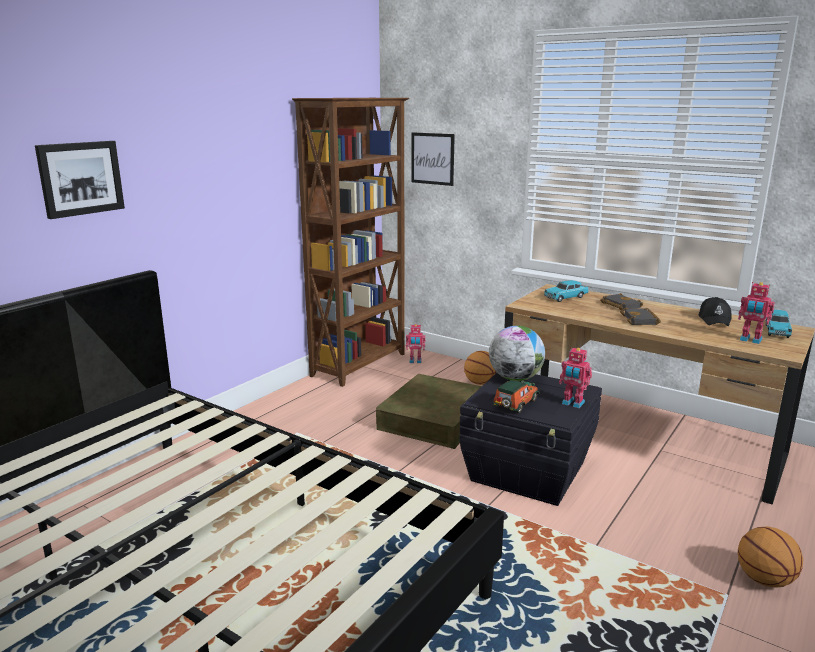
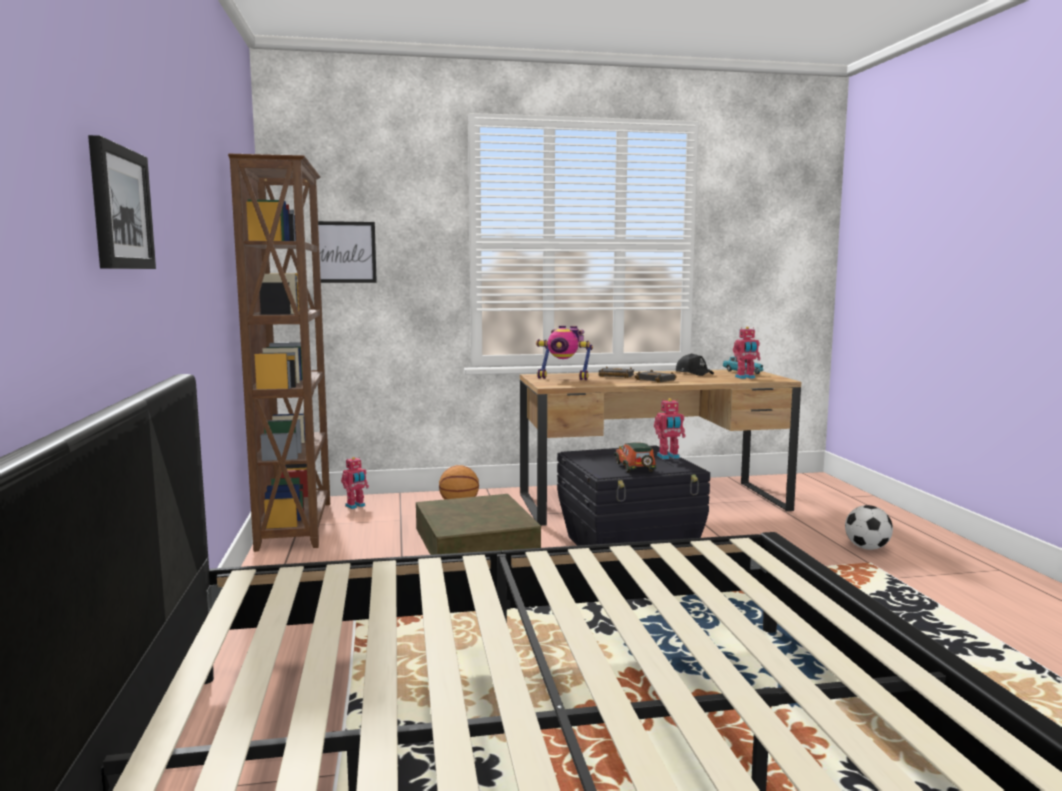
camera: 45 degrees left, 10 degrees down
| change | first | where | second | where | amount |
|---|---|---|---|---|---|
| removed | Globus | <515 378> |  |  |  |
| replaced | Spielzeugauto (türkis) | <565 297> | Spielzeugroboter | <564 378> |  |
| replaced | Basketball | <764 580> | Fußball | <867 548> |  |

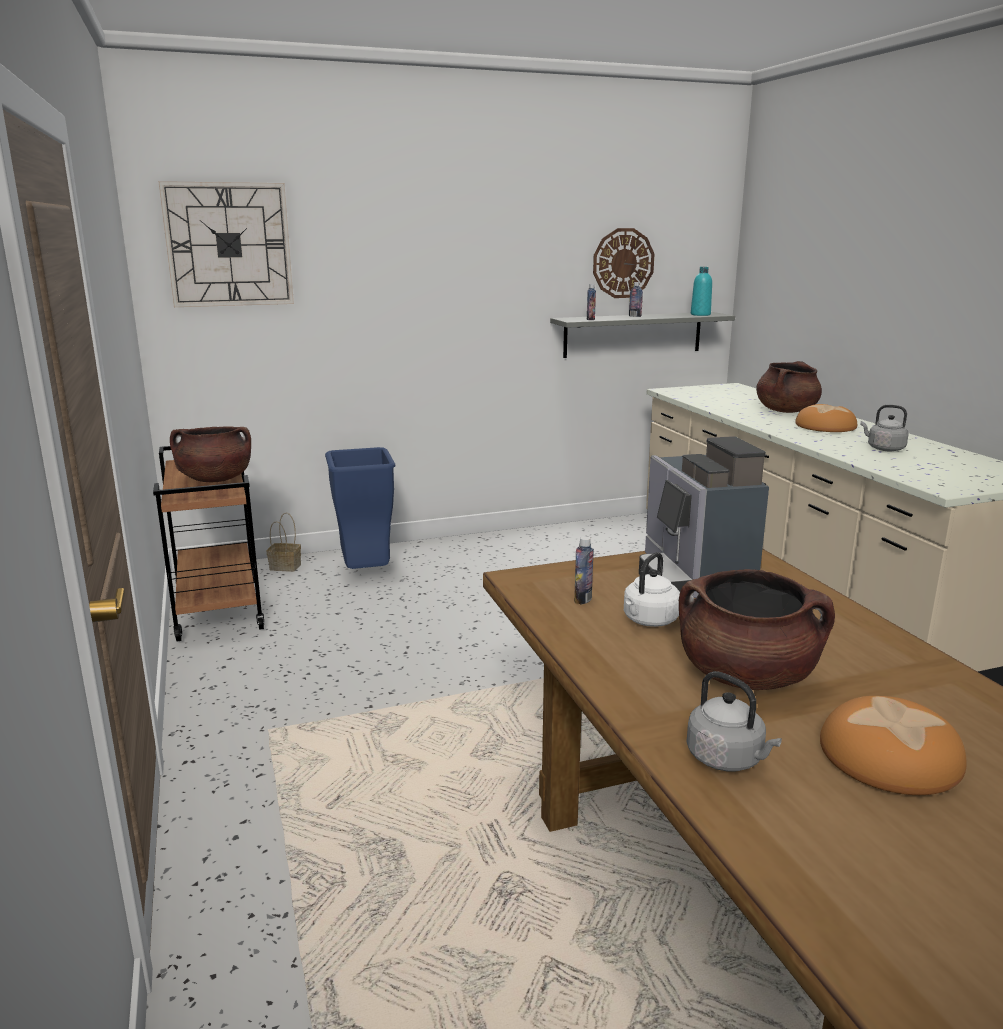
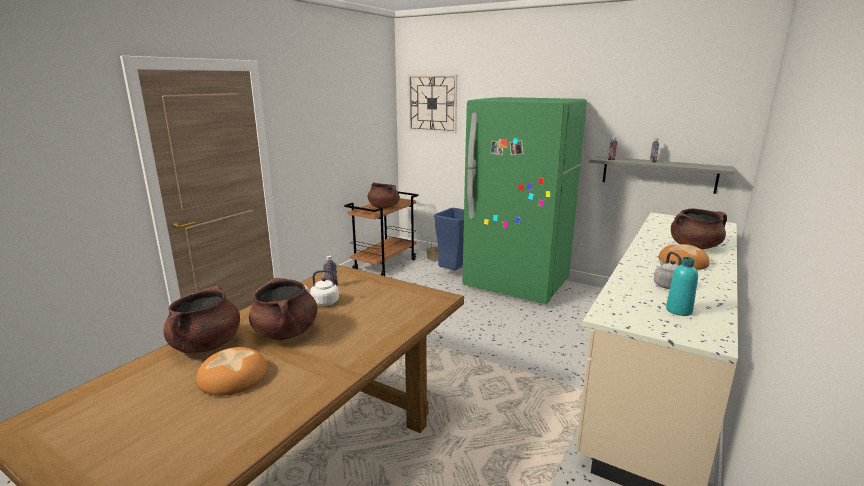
camera: 50 degrees right, 0 degrees up
| change | first | where | second | where | amount |
|---|---|---|---|---|---|
| removed | Wanduhr | <623 263> |  |  |  |
| removed | Kaffeemaschine | <692 578> |  |  |  |
| replaced | Wasserkessel (grau) | <728 759> | Kochtopf (braun) | <206 345> |  |
| moved | Flasche (türkis) | <700 314> |  | <678 310> |  |
| added |  |  | Kühlschrank (grün) | <516 285> |  |

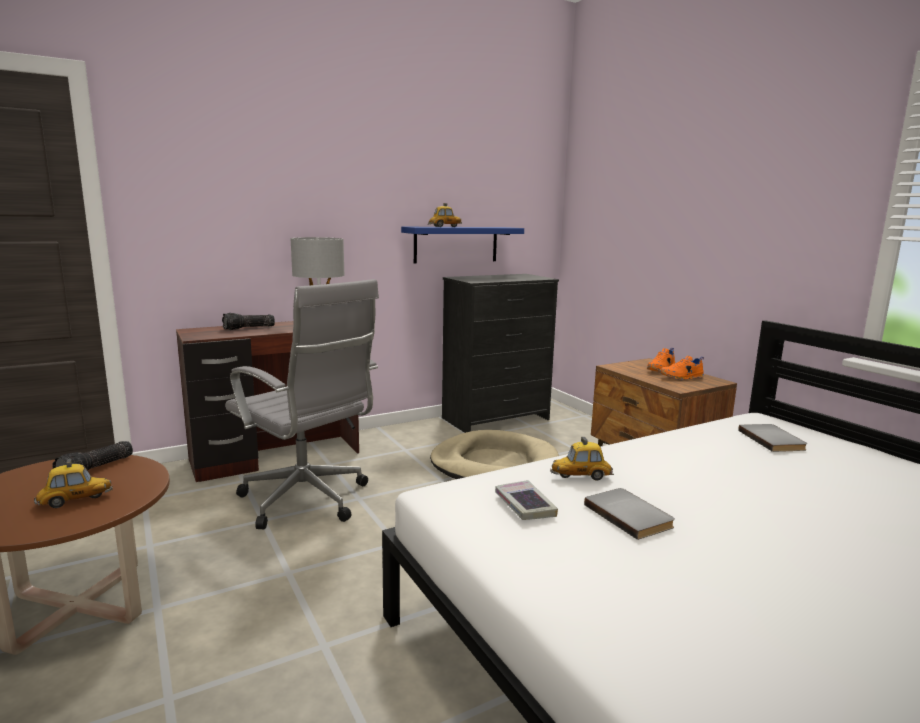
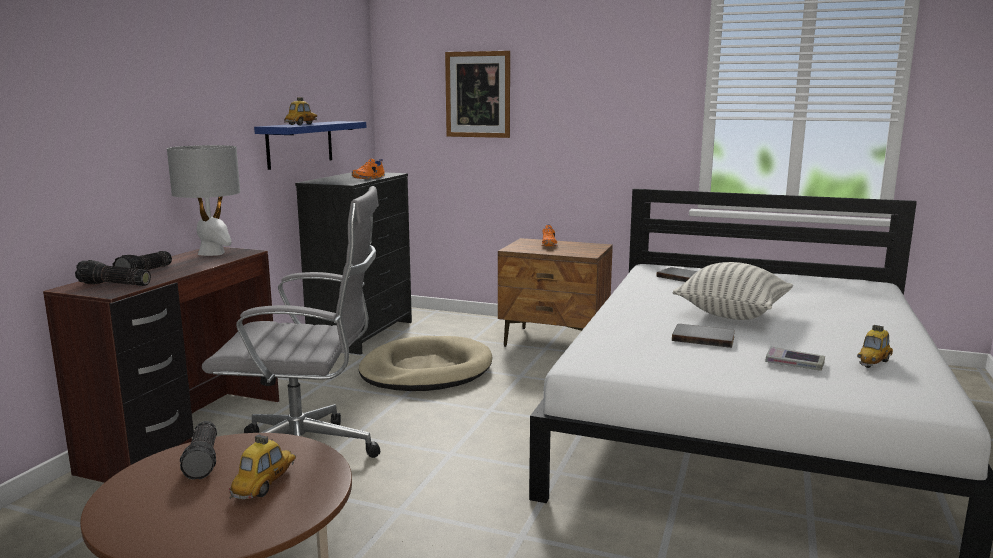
camera: 40 degrees left, 0 degrees up
| change | first | where | second | where | amount |
|---|---|---|---|---|---|
| moved | Buch | <525 505> |  | <794 364> |  |
| moved | Spielzeugauto | <581 476> |  | <873 363> |  |
| moved | Schuh (orange) | <682 377> |  | <369 178> |  |
| added |  |  | Taschenlampe | <113 285> |  |
| added |  |  | Bild | <478 94> |  |
| added |  |  | Kissen | <732 314> |  |

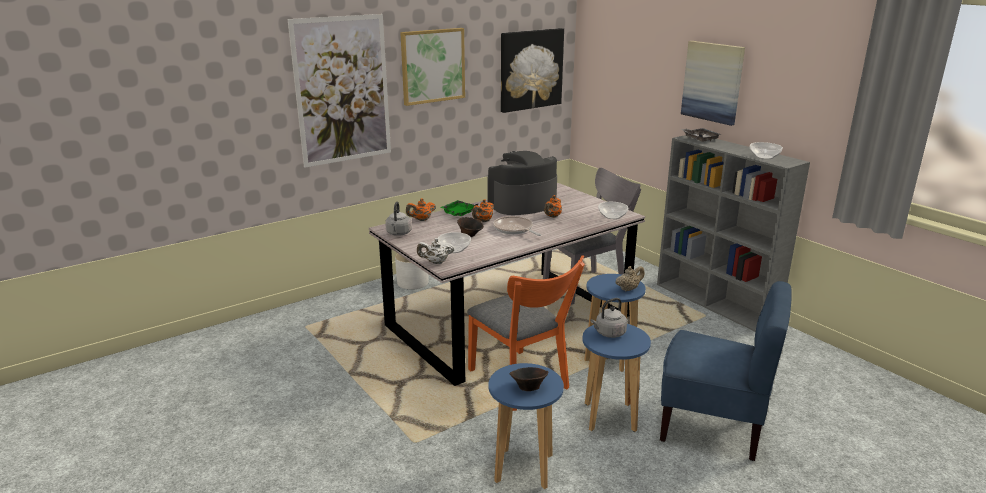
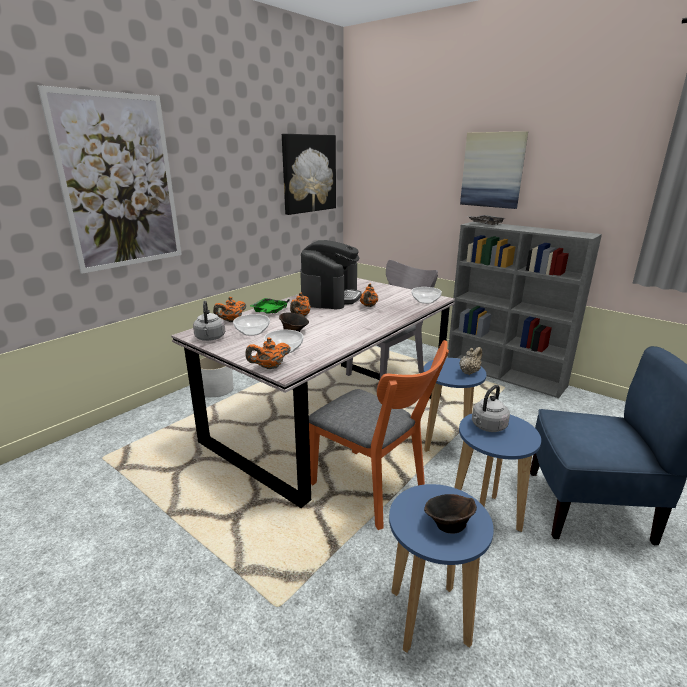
camera: 15 degrees left, 0 degrees up
| change | first | where | second | where | amount |
|---|---|---|---|---|---|
| removed | Bild | <432 66> |  |  |  |
| recoloured | Teekanne (weiß) | <436 262> | Teekanne (orange) | <269 367> |  |
| turned | Kaffeemaschine | <522 204> |  | <330 297> | 150 degrees clockwise |
| removed | Pfanne | <514 229> |  |  |  |
| moved | Schüssel | <764 157> |  | <253 332> |  |

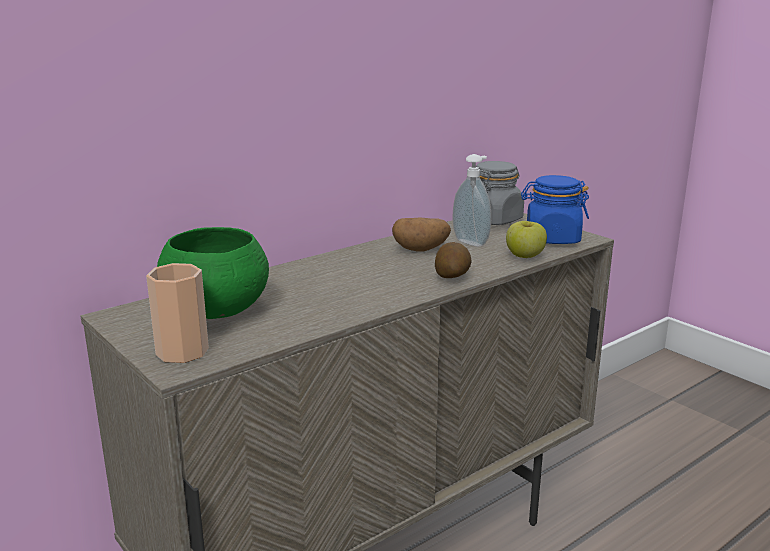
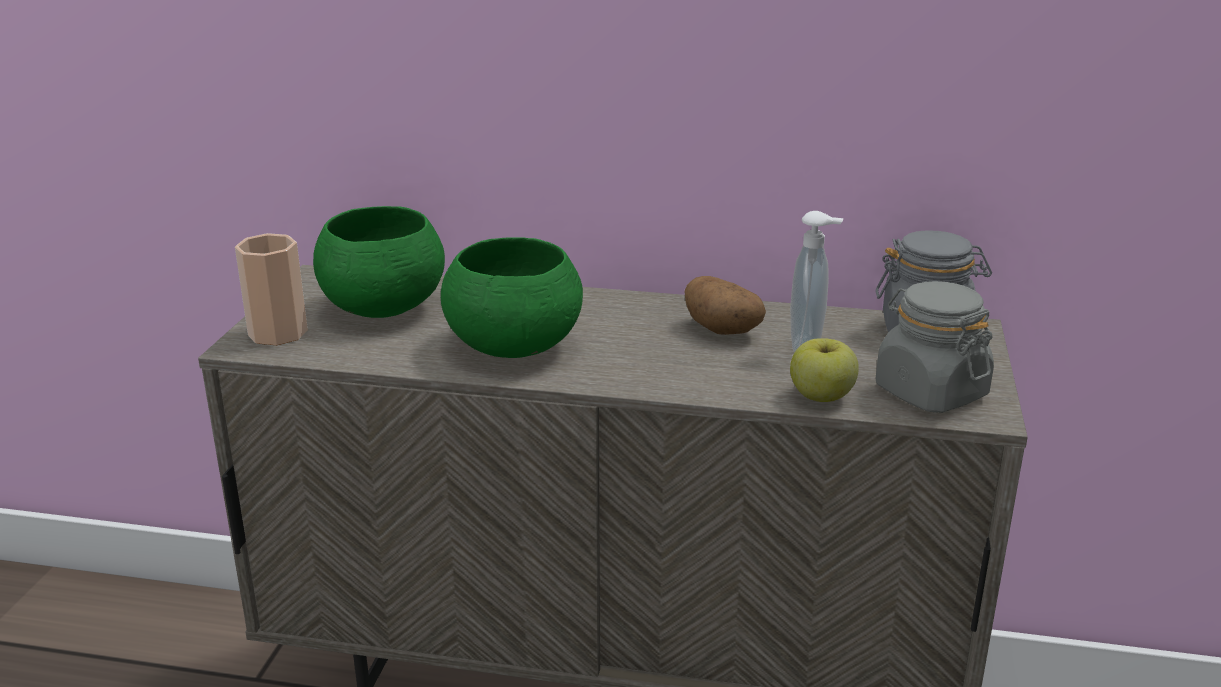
camera: 50 degrees right, 5 degrees up
| change | first | where | second | where | amount |
|---|---|---|---|---|---|
| removed | Kartoffel | <452 276> |  |  |  |
| recoloured | Vorratsglas (blau) | <552 238> | Vorratsglas (grau) | <930 392> |  |
| added |  |  | Schüssel (grün) | <513 347> |  |

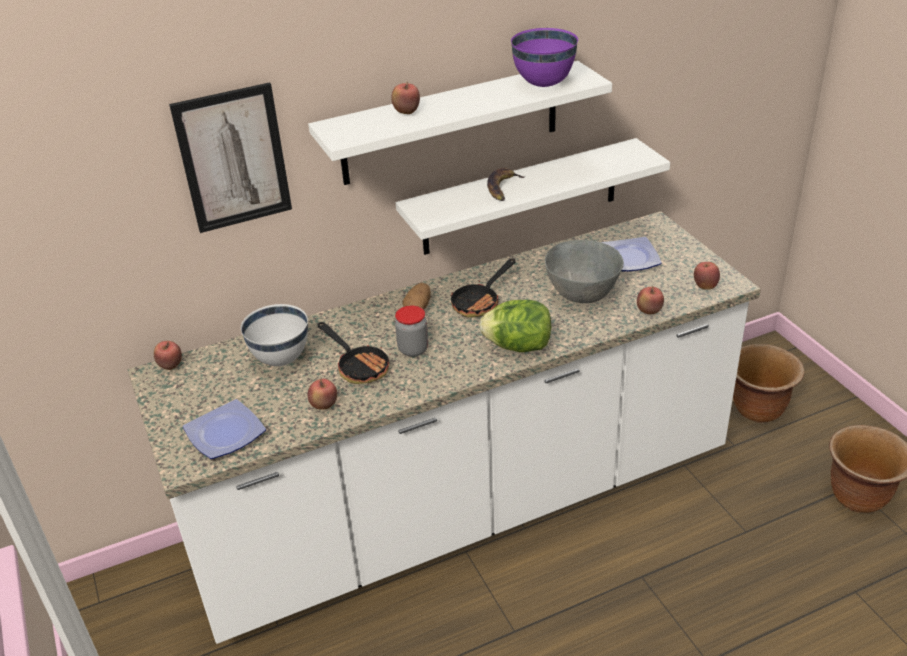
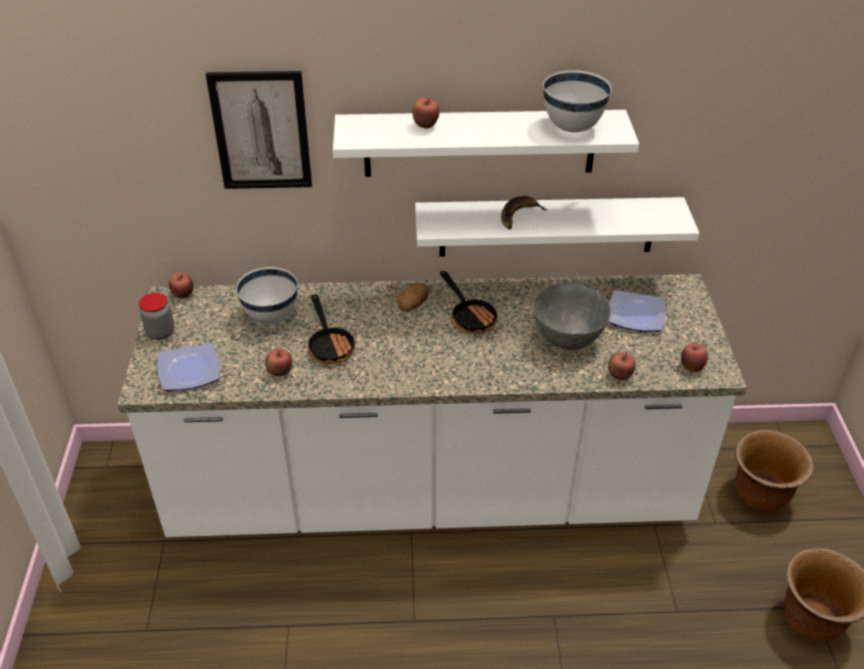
camera: 20 degrees right, 5 degrees up
| change | first | where | second | where | amount |
|---|---|---|---|---|---|
| moved | Vorratsglas | <413 349> |  | <160 333> |  |
| turned | Pfanne | <480 302> |  | <470 316> | 90 degrees counterclockwise |
| removed | Salatkopf | <518 346> |  |  |  |
| recoloured | Schüssel (lila) | <543 84> | Schüssel (weiß) | <572 128> |  |

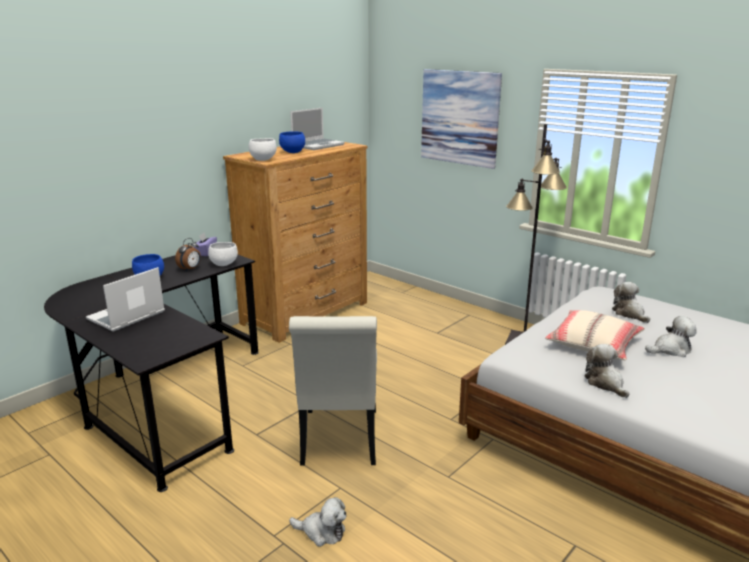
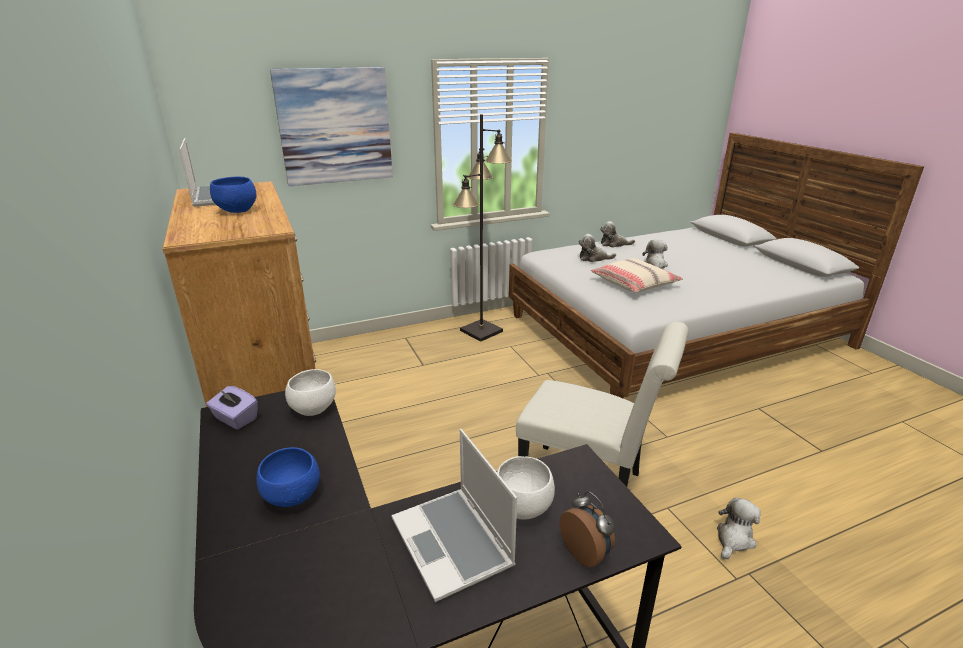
camera: 65 degrees left, 5 degrees up
| change | first | where | second | where | amount |
|---|---|---|---|---|---|
| moved | Wecker | <190 269> |  | <586 553> |  |
| moved | Schüssel (weiß) | <263 159> |  | <521 508> |  |
| moved | Plüschtier | <605 383> |  | <614 244> |  |

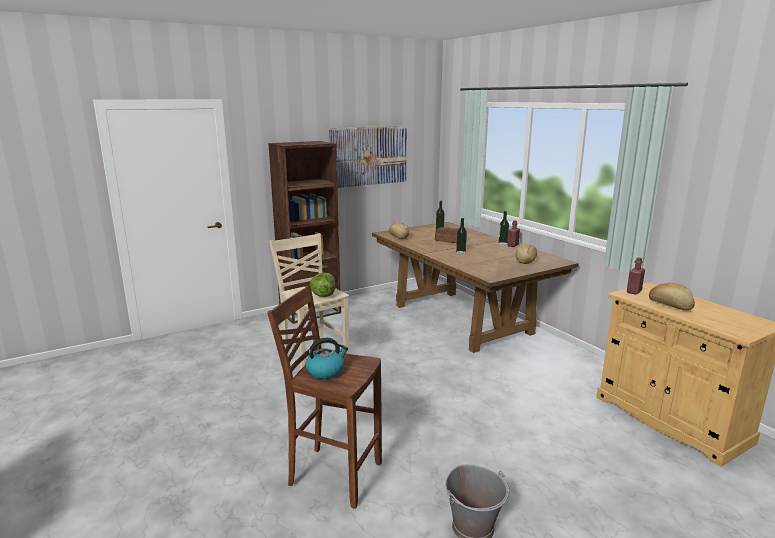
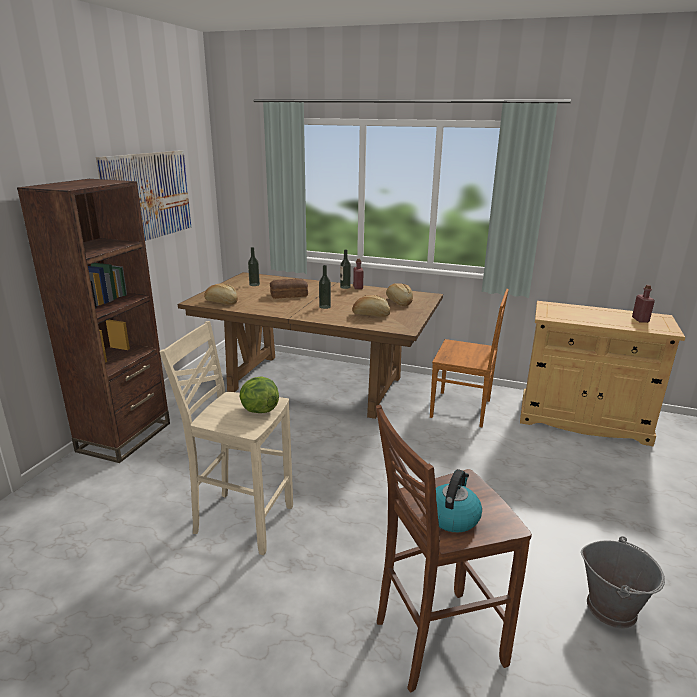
camera: 40 degrees left, 5 degrees up
| change | first | where | second | where | amount |
|---|---|---|---|---|---|
| moved | Flasche (rot) | <634 291> |  | <640 320> |  |
| moved | Brot | <670 305> |  | <371 315> |  |
| added |  |  | Stuhl (braun) | <462 409> |  |

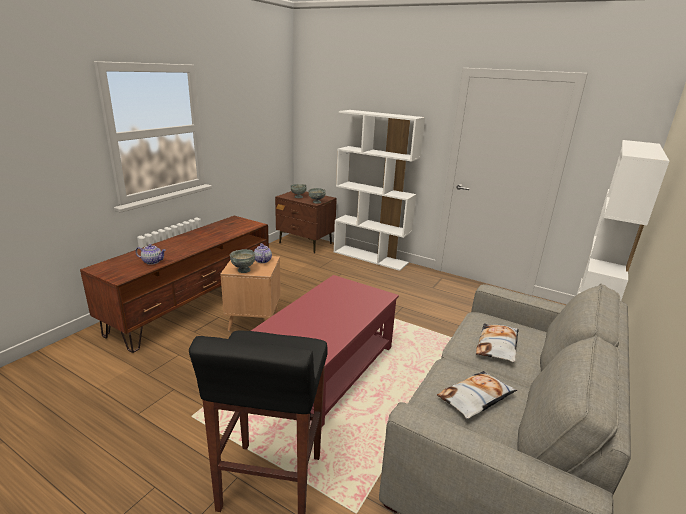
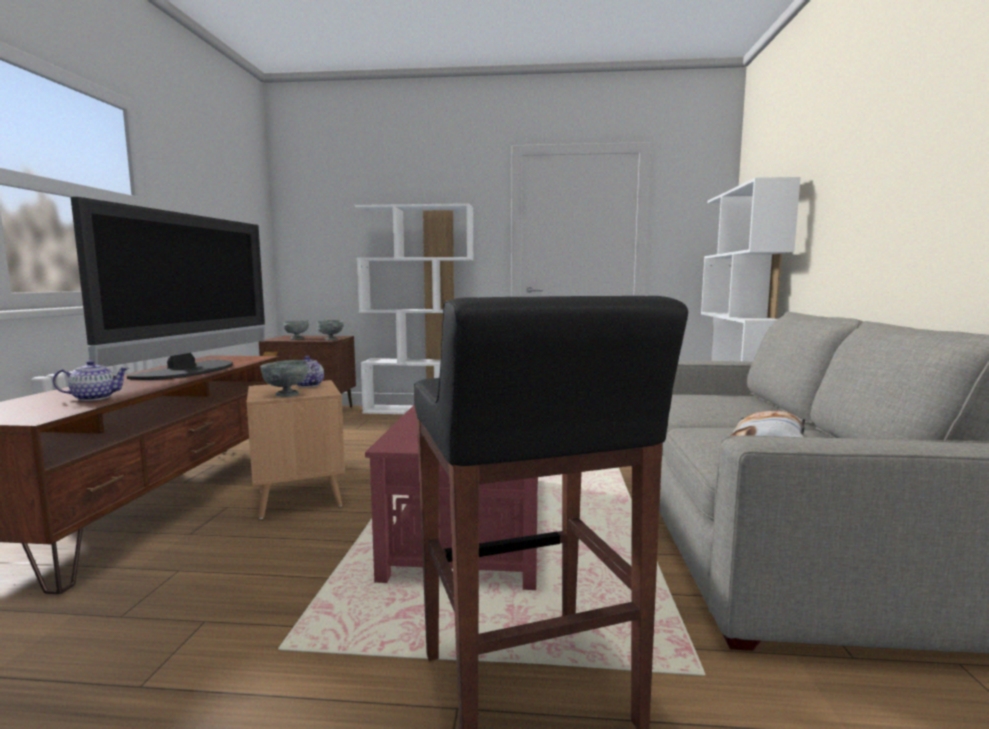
camera: 25 degrees left, 15 degrees down
| change | first | where | second | where | amount |
|---|---|---|---|---|---|
| removed | Kissen | <497 346> |  |  |  |
| added |  |  | Fernseher | <191 371> |  |

